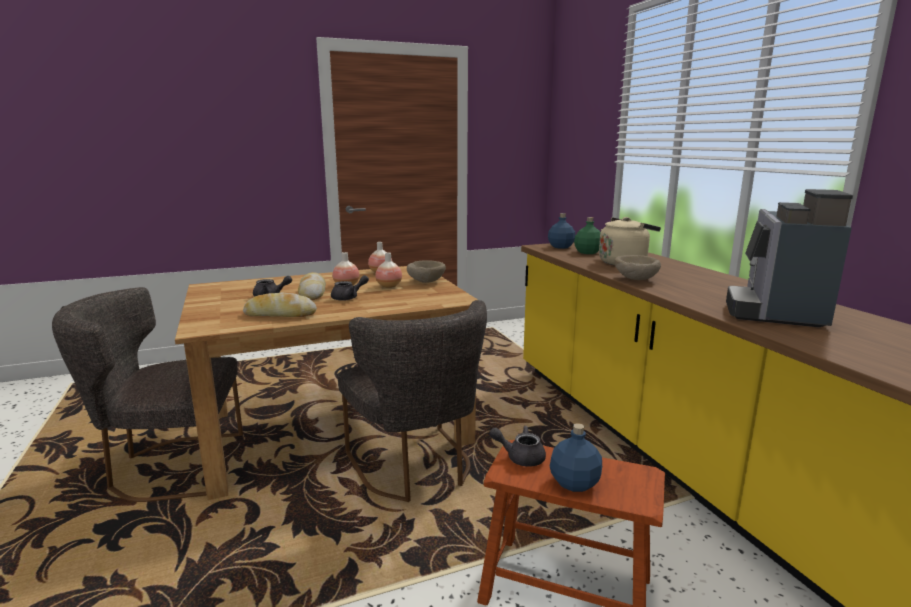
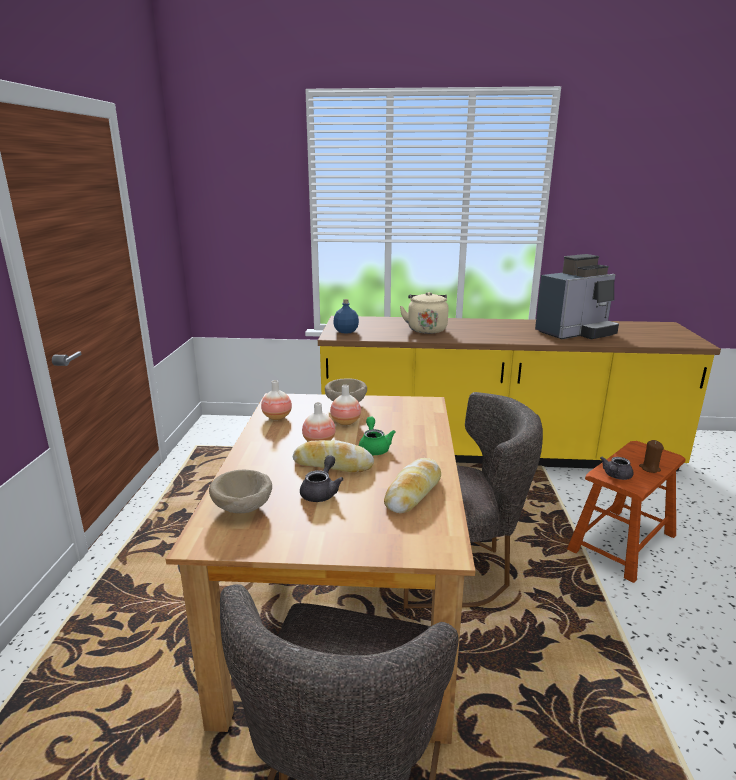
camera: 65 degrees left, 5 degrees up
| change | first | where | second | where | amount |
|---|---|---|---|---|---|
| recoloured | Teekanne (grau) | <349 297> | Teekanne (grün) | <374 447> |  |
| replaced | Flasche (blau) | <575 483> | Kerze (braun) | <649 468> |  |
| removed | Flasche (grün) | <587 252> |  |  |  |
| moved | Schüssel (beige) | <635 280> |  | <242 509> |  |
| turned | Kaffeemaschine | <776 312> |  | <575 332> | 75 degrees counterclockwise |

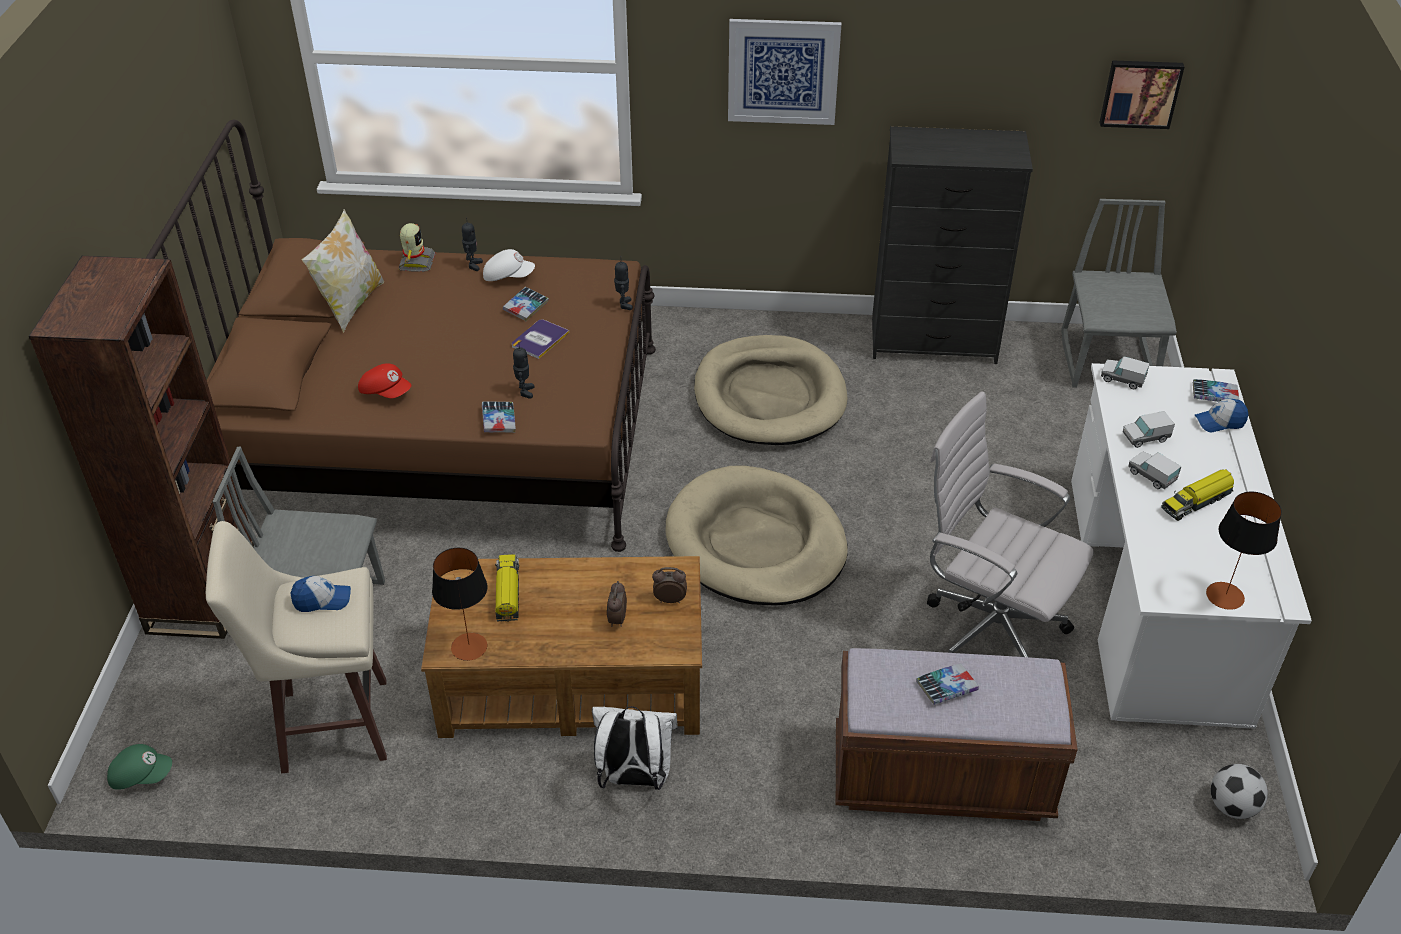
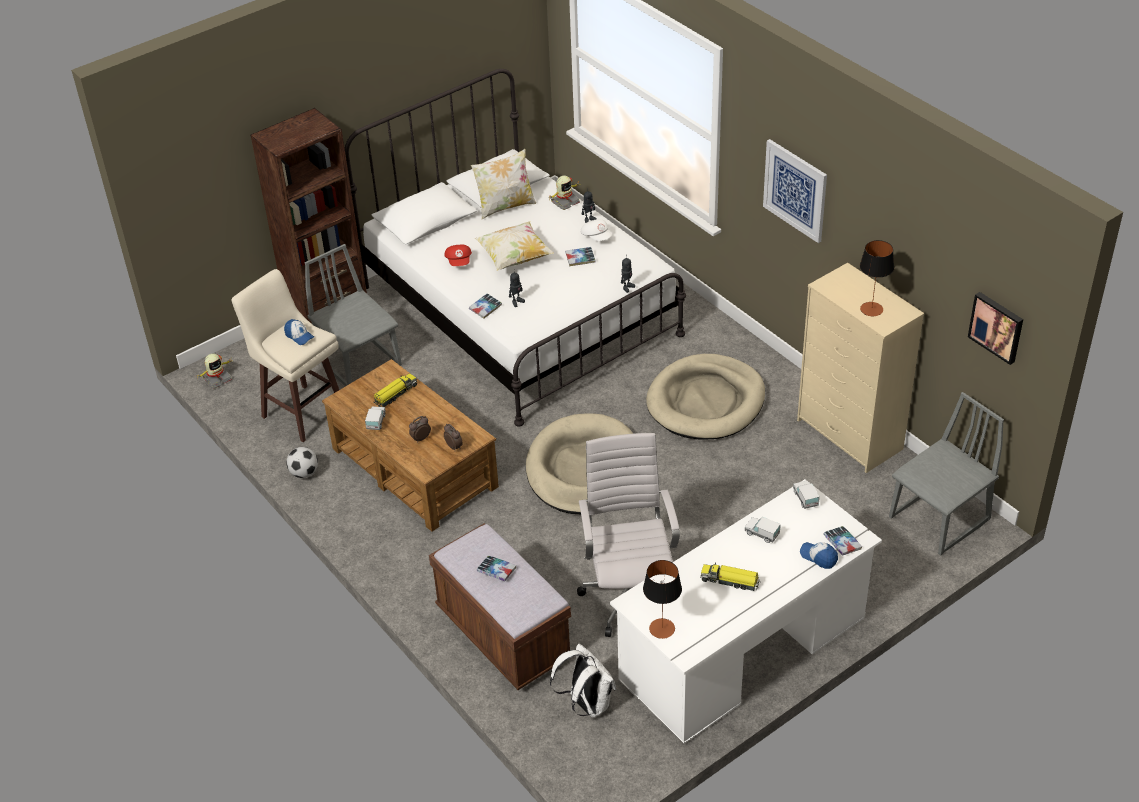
camera: 50 degrees right, 0 degrees up
| change | first | where | second | where | amount |
|---|---|---|---|---|---|
| replaced | Kappe (grün) | <141 775> | Spielzeugroboter | <217 379> |  |
| recoloured | Bett (braun) | <441 433> | Bett (weiß) | <520 310> |  |
| moved | Tischlampe | <469 646> |  | <871 309> |  |
| removed | Buch | <539 339> |  |  |  |
| moved | Rucksack (weiß) | <634 778> |  | <586 704> |  |
| recoloured | Kommode (schwarz) | <934 341> | Kommode (beige) | <850 435> |  |
| moved | Spielzeuglaster | <1151 476> |  | <376 422> |  |
| moved | Fußball | <1232 806> |  | <304 473> |  |
| added |  |  | Kissen | <514 257> |  |

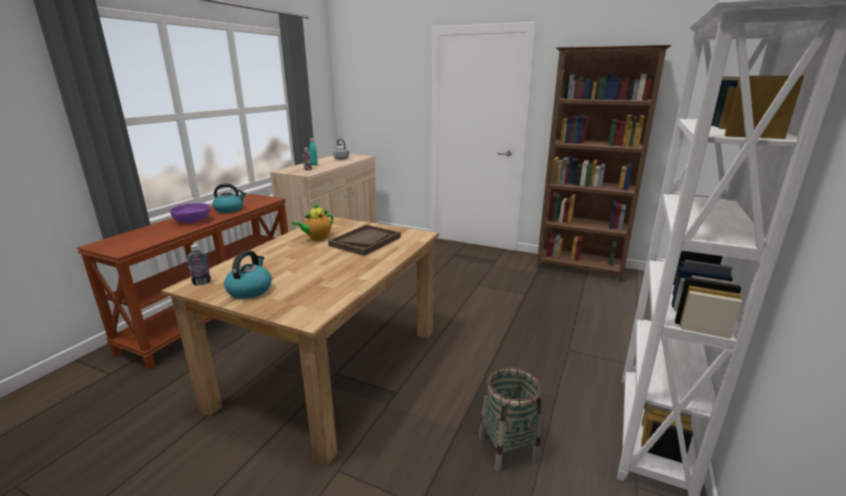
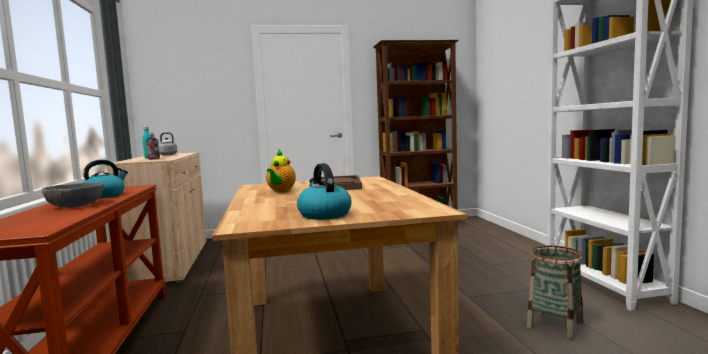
camera: 35 degrees left, 15 degrees down
| change | first | where | second | where | amount |
|---|---|---|---|---|---|
| recoloured | Schüssel (lila) | <192 221> | Schüssel (grau) | <76 206> |  |
| removed | Flasche | <202 283> |  |  |  |

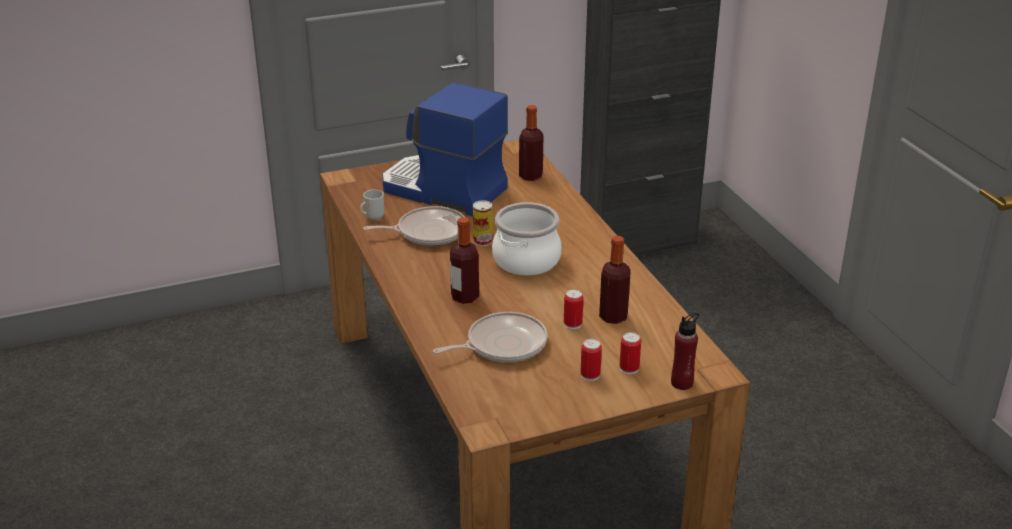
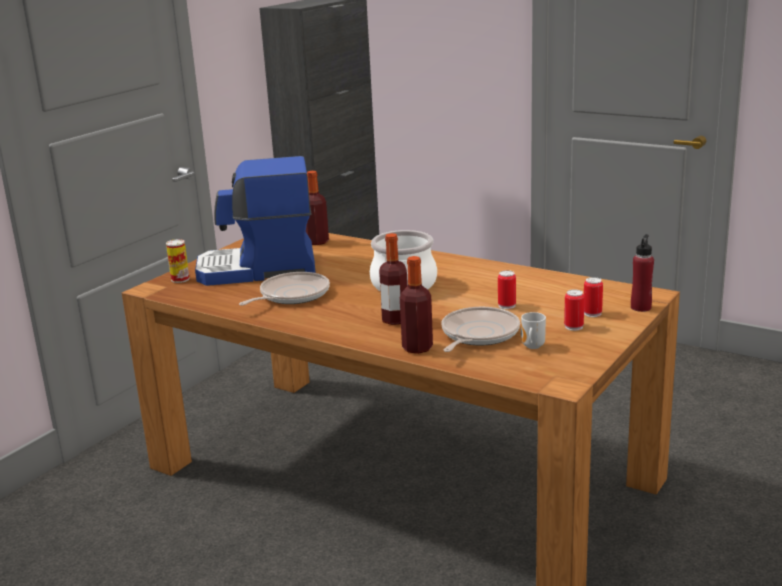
camera: 35 degrees left, 10 degrees down
| change | first | where | second | where | amount |
|---|---|---|---|---|---|
| moved | Henkelbecher | <373 217> |  | <531 347> |  |
| moved | Dose | <483 241> |  | <180 279> |  |
| moved | Flasche | <613 317> |  | <417 348> |  |

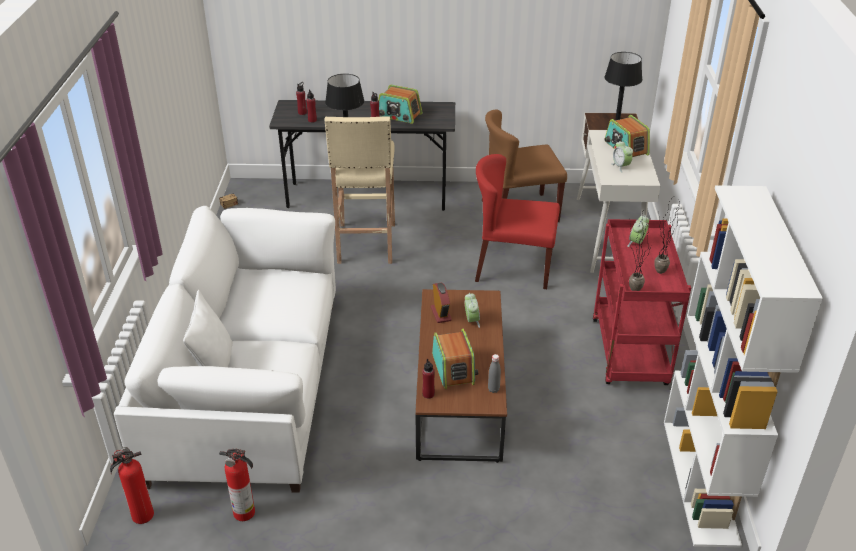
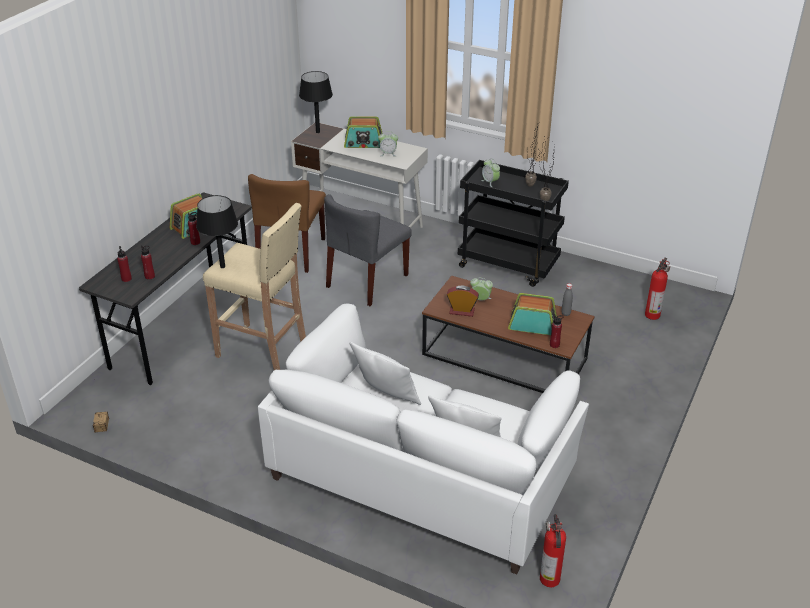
camera: 65 degrees left, 0 degrees up
| change | first | where | second | where | amount |
|---|---|---|---|---|---|
| moved | Feuerlöscher | <245 513> |  | <653 314> |  |
| recoloured | Stuhl (rot) | <513 267> | Stuhl (grau) | <367 281> |  |
| recoloured | Rollwagen (rot) | <630 354> | Rollwagen (schwarz) | <509 265> |  |
| removed | Bücherregal (weiß) | <701 481> |  |  |  |
| added |  |  | Kissen (weiß) | <386 397> |  |

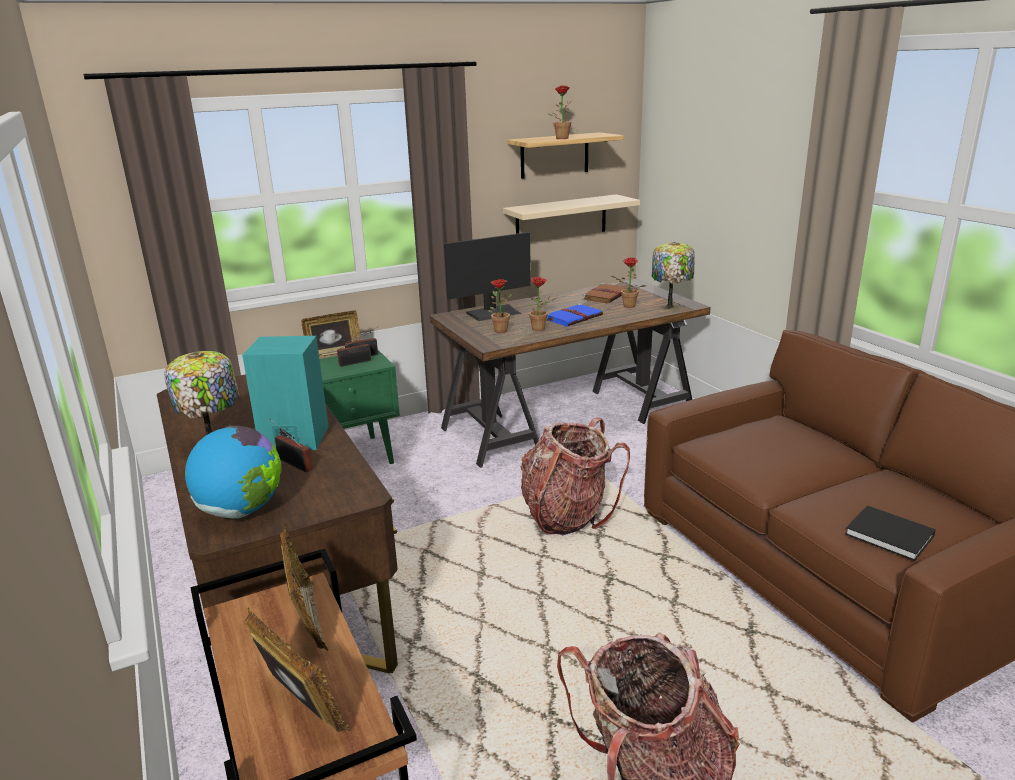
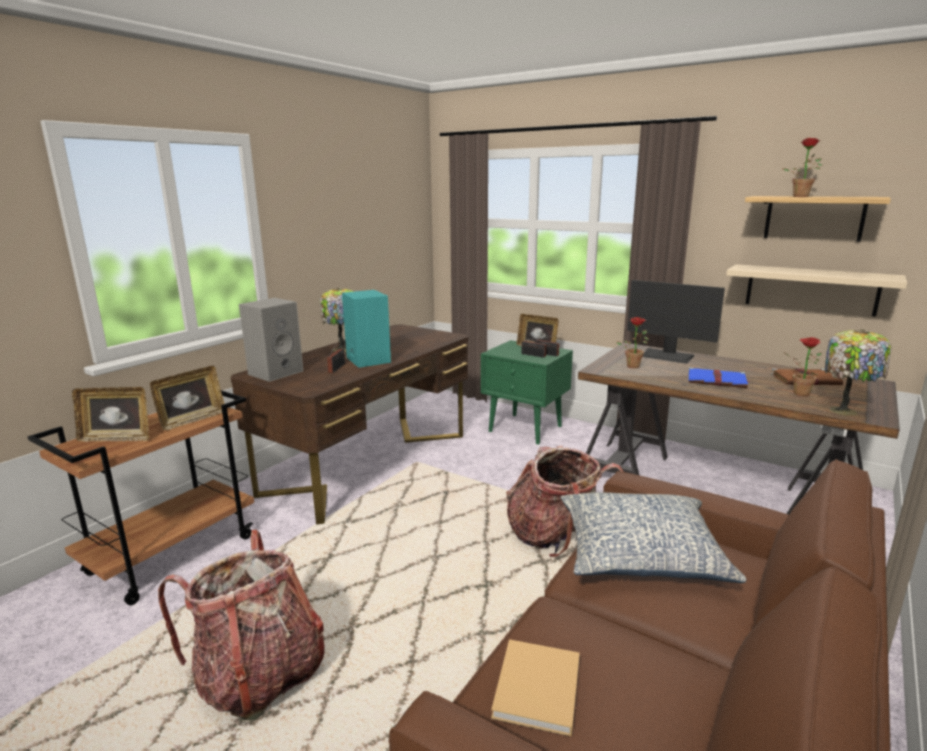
camera: 60 degrees right, 5 degrees down
| change | first | where | second | where | amount |
|---|---|---|---|---|---|
| replaced | Globus | <241 511> | Lautsprecher (grau) | <276 372> |  |
| turned | Bilderrahmen | <300 708> |  | <117 438> | 75 degrees clockwise |
| removed | Topfpflanze | <541 329> |  |  |  |
| recoloured | Buch (schwarz) | <891 536> | Buch (beige) | <537 690> |  |
| added |  |  | Kissen | <640 555> |  |

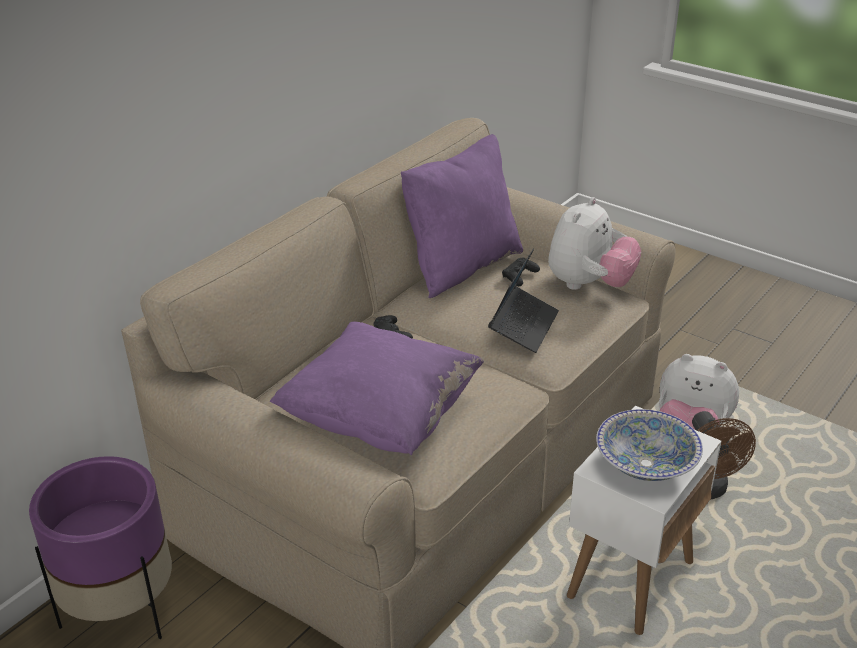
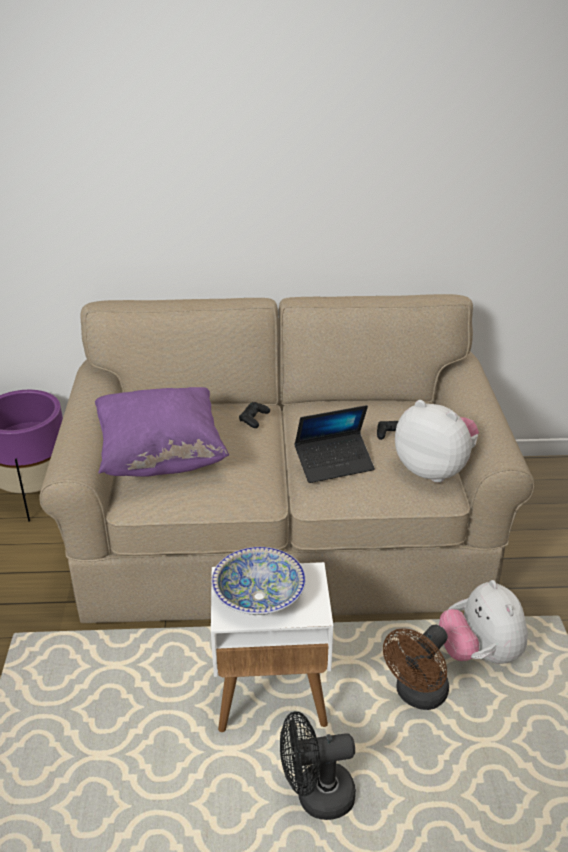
camera: 50 degrees right, 0 degrees up
| change | first | where | second | where | amount |
|---|---|---|---|---|---|
| removed | Kissen (lila) | <461 266> |  |  |  |
| turned | Plüschtier | <589 285> |  | <434 469> | 135 degrees counterclockwise |
| added |  |  | Ventilator (schwarz) | <316 796> |  |

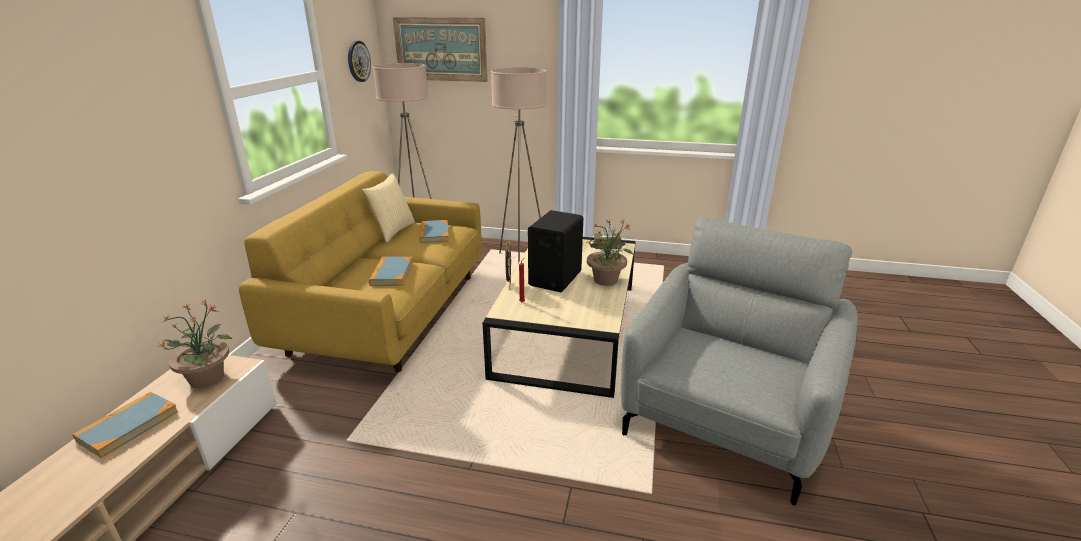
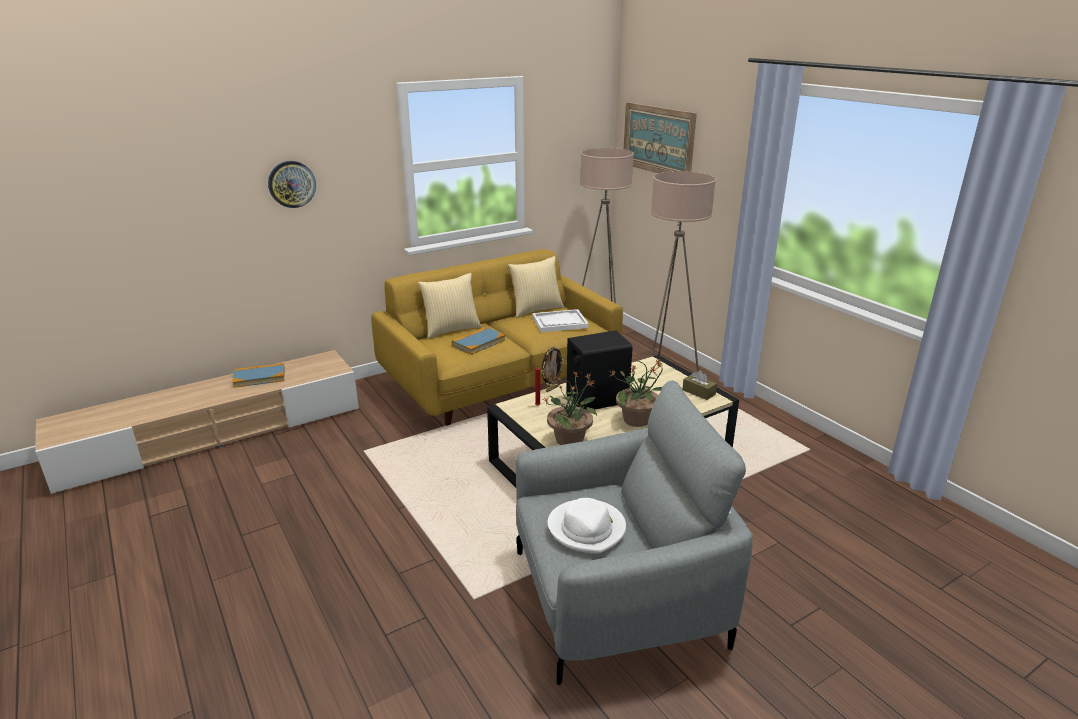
camera: 45 degrees right, 0 degrees up
| change | first | where | second | where | amount |
|---|---|---|---|---|---|
| moved | Topfpflanze | <208 378> |  | <570 439> |  |
| moved | Wanduhr | <358 61> |  | <292 184> |  |
| replaced | Buch | <434 233> | Tablett (weiß) | <559 322> |  |
| added |  |  | Kissen | <451 330> |  |
| added |  |  | Hut (weiß) | <587 529> |  |

